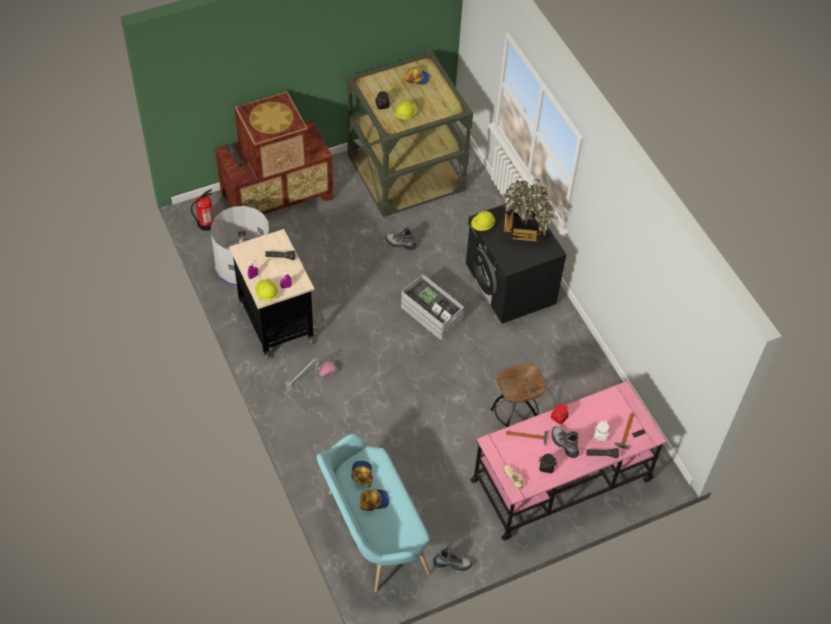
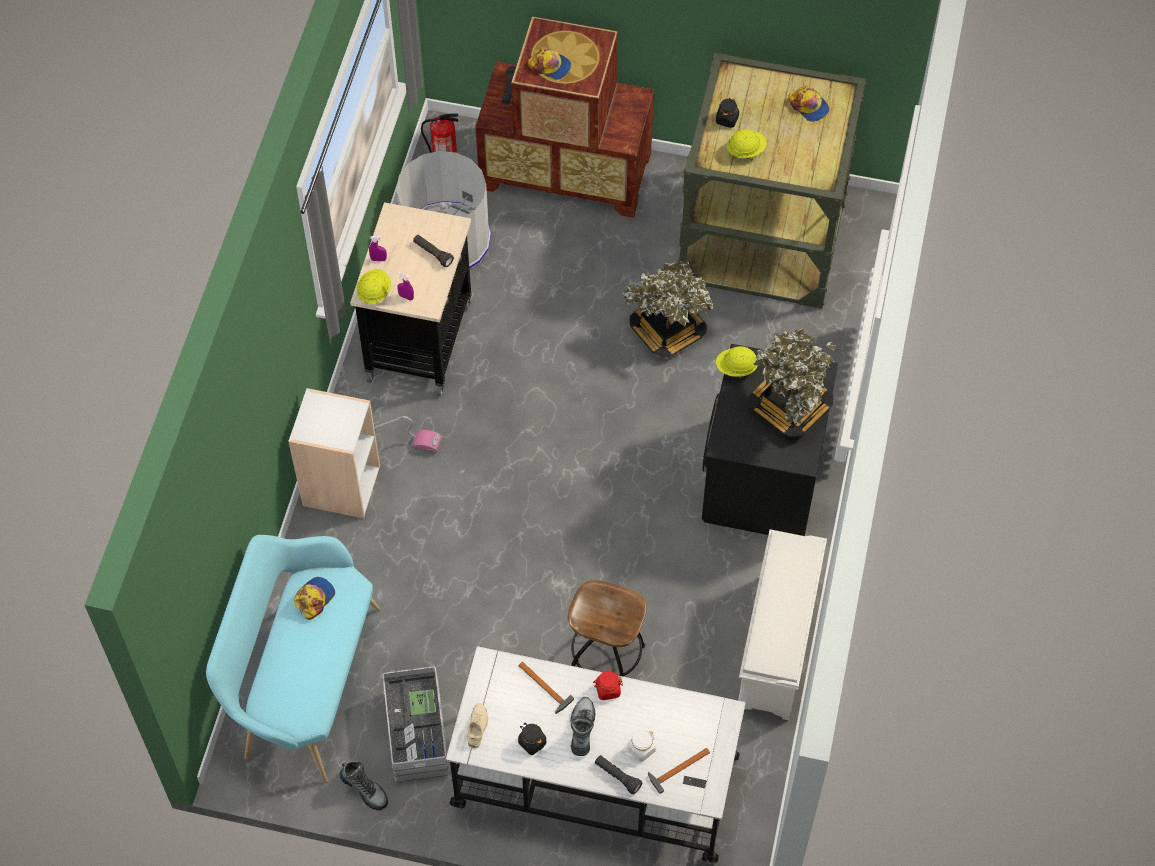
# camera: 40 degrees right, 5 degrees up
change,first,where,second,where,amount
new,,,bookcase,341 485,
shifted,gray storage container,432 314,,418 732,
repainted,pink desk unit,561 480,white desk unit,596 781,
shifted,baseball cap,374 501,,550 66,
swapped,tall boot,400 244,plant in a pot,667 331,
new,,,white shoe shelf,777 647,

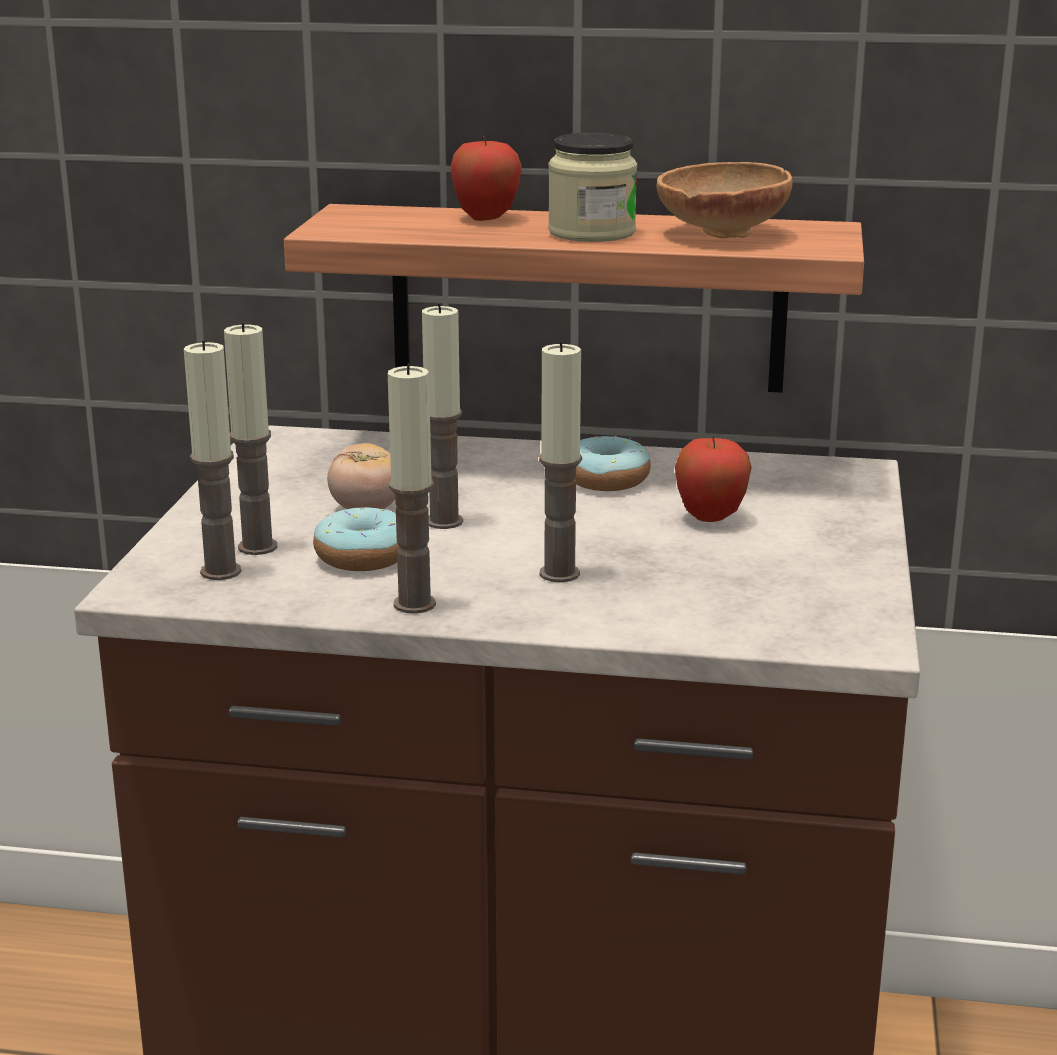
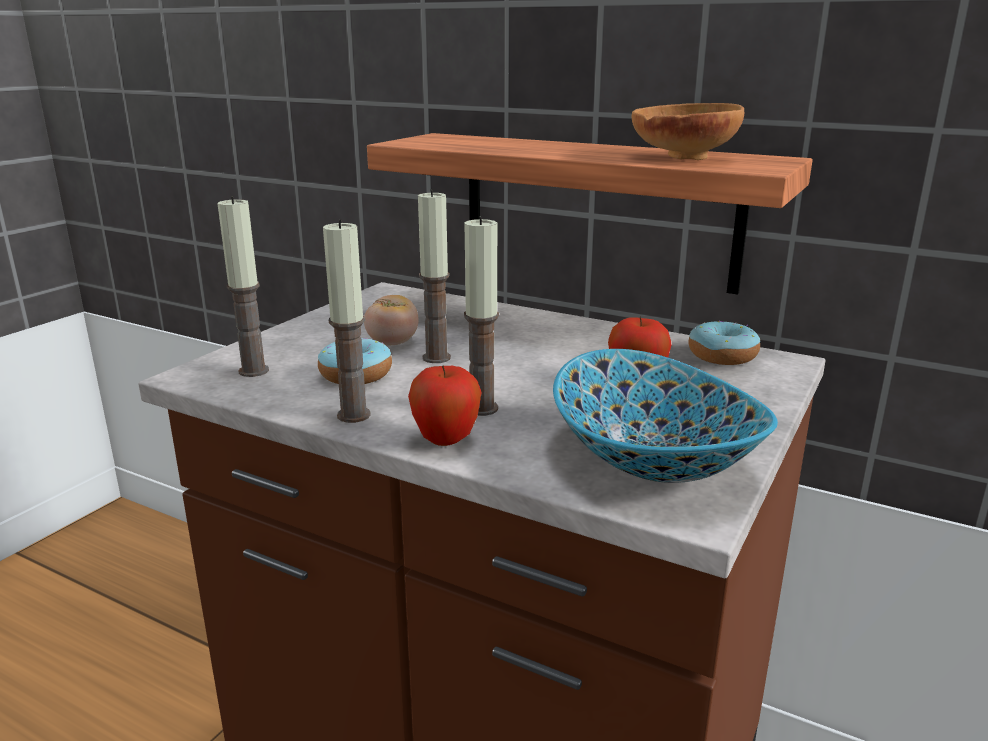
# camera: 20 degrees right, 0 degrees up
change,first,where,second,where,amount
shifted,apple fruit,486 219,,446 441,
new,,,serving bowl,653 461,
shifted,ring doughnut,606 480,,722 356,
gone,candle,258 547,,,
gone,storage jar,591 233,,,

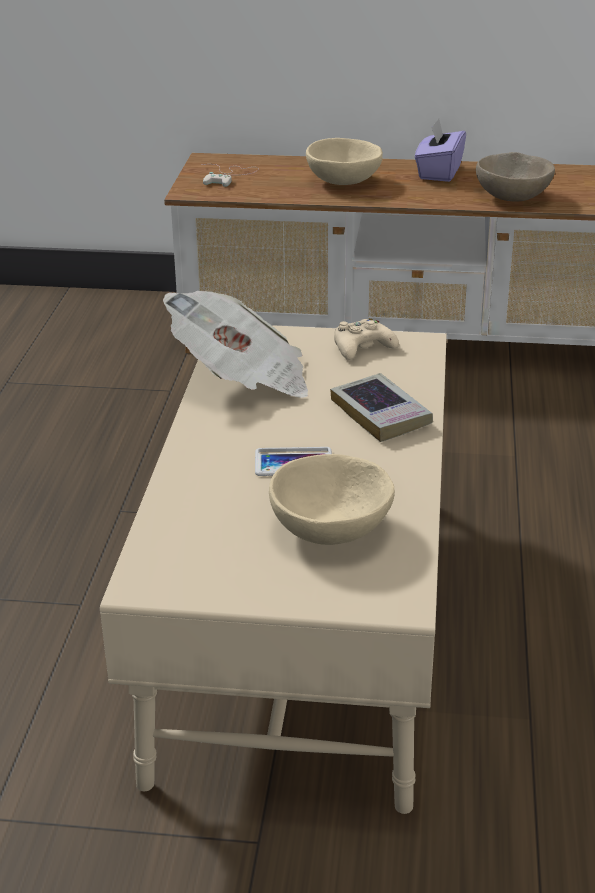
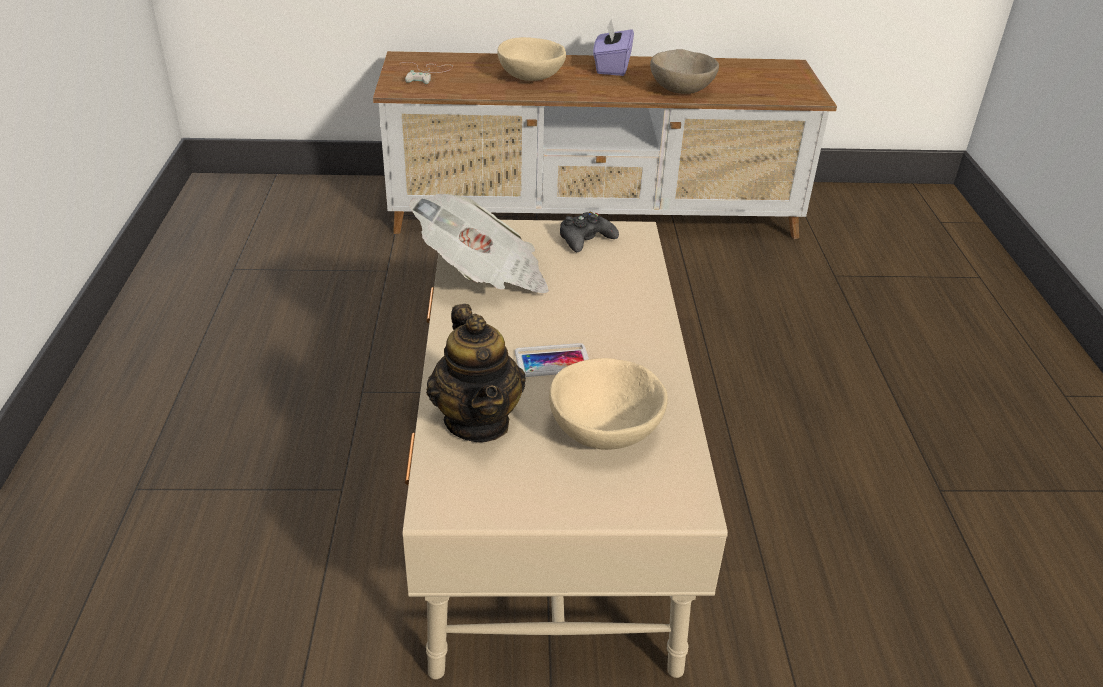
# camera: 10 degrees left, 5 degrees up
change,first,where,second,where,amount
new,,,pot for tea,478 421,
repainted,beige-coloured joypad,362 348,black joypad,585 239,
gone,bound book,380 414,,,

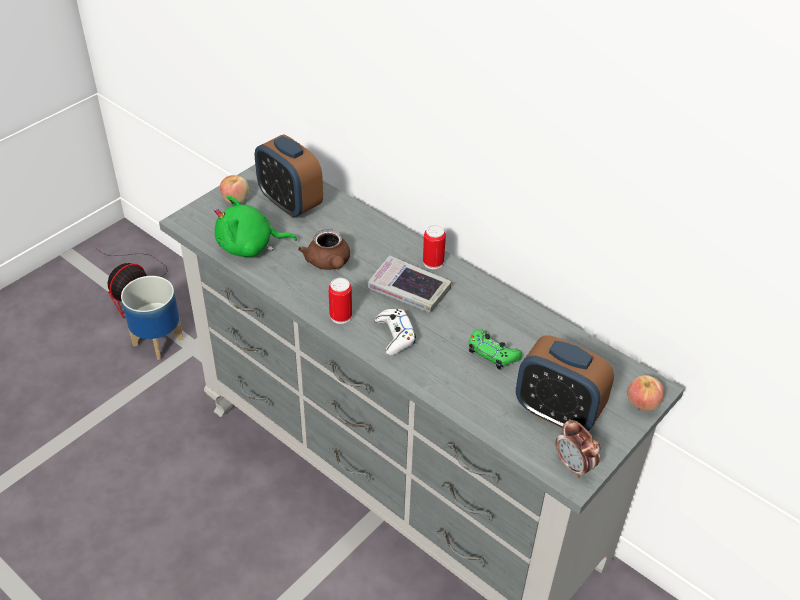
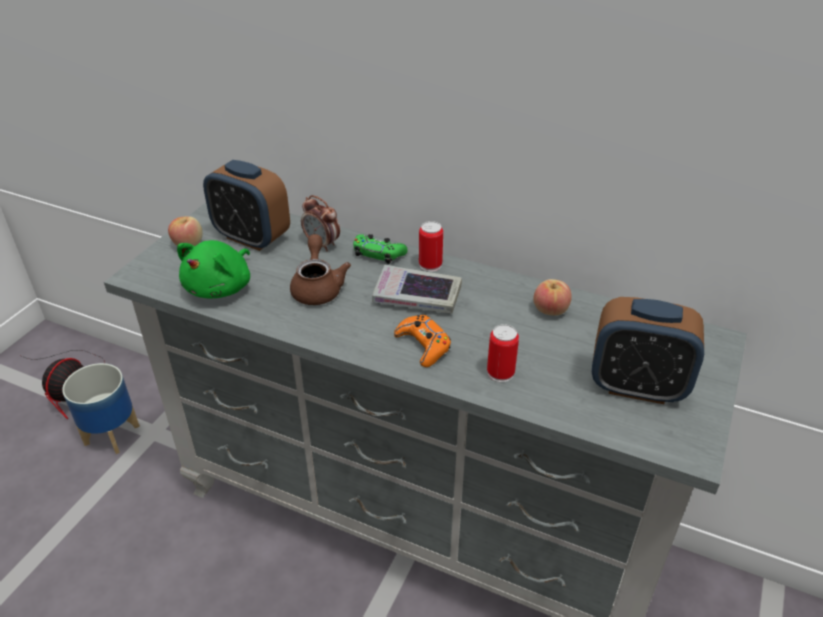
# camera: 15 degrees left, 5 degrees down
change,first,where,second,where,amount
rotated,green soft toy,250 246,,221 287,45 degrees counterclockwise
rotated,brownish pot for tea,329 263,,318 287,150 degrees counterclockwise
shifted,alarm clock,574 466,,322 245,
shifted,green joypad,492 353,,379 254,
repainted,white joypad,395 336,orange joypad,423 345,
shifted,sealed can,340 316,,500 373,
shifted,apple fruit,642 403,,550 310,

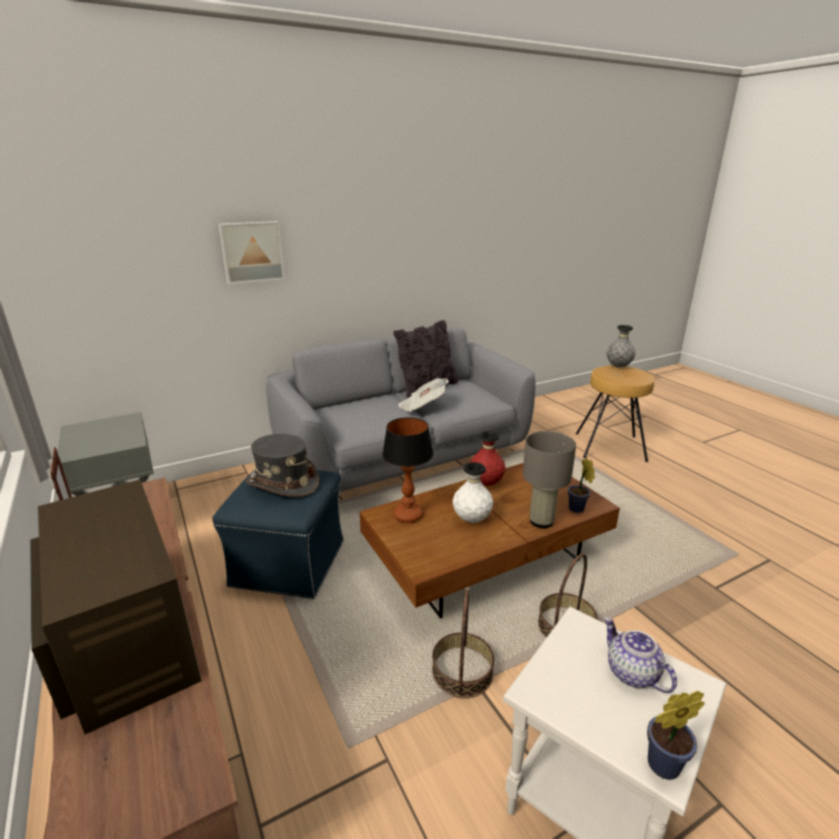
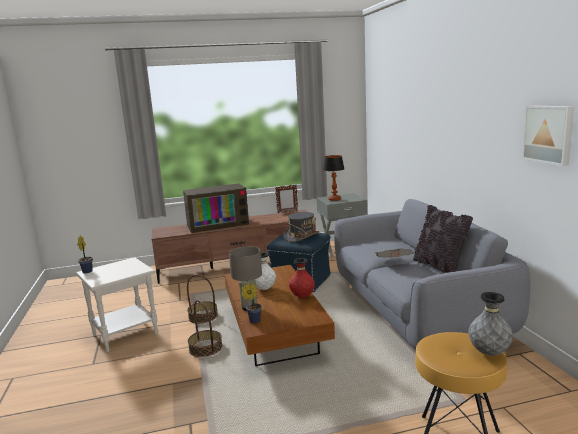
# camera: 105 degrees right, 10 degrees down
change,first,where,second,where,amount
shifted,table lamp,408 515,,334 199,
shifted,wall art,252 252,,549 134,
gone,pot for tea,631 672,,,

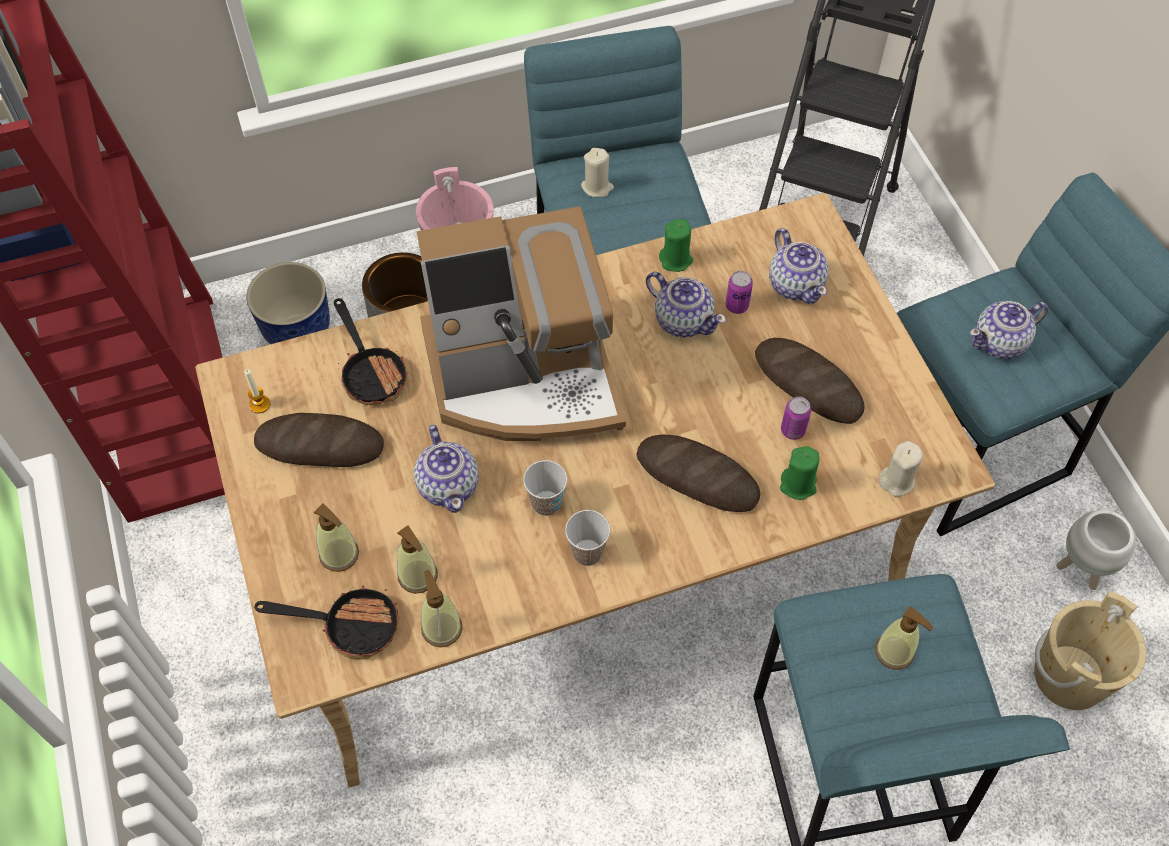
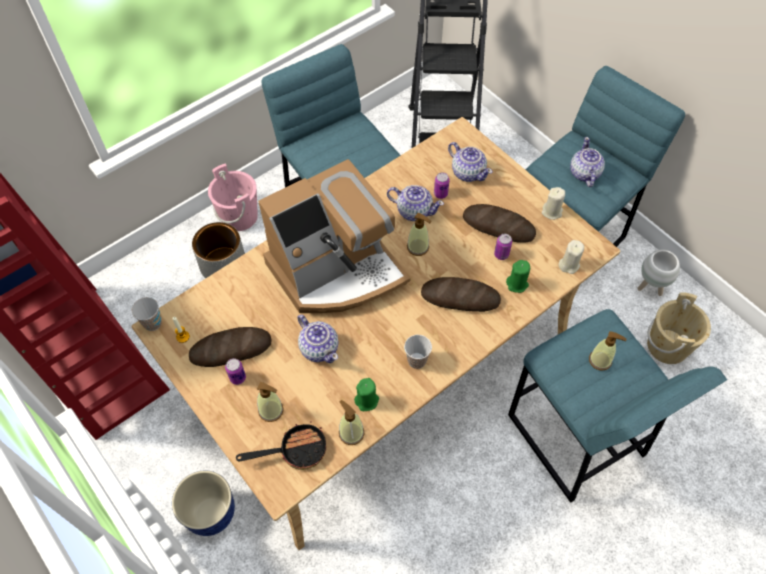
# camera: 20 degrees left, 0 degrees up
change,first,where,second,where,amount
shifted,cup,546 503,,152 323,
shifted,flower pot,299 332,,211 512,
new,,,sealed can,238 378,
shifted,green candle,676 260,,367 400,
shifted,soap dispenser,418 576,,418 247,
shifted,beige-coloured candle,597 187,,552 212,
rotated,pot for tea,1000 342,,584 173,135 degrees clockwise
gone,pan,371 372,,,

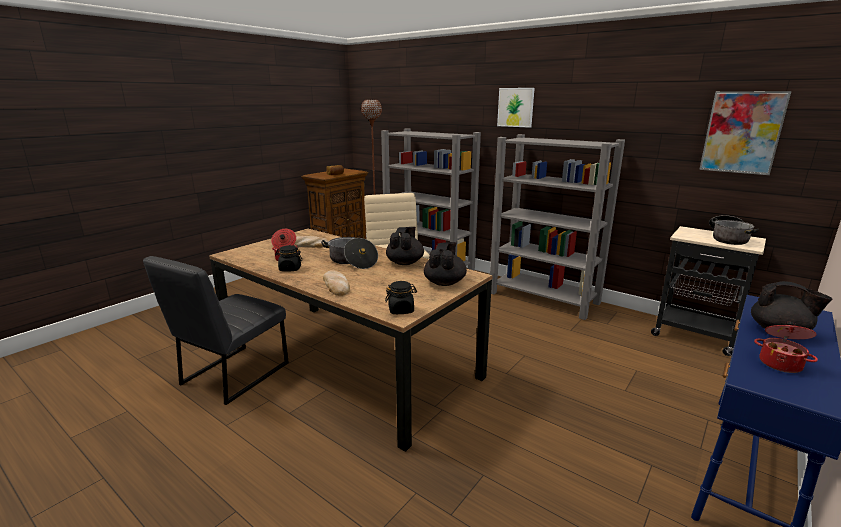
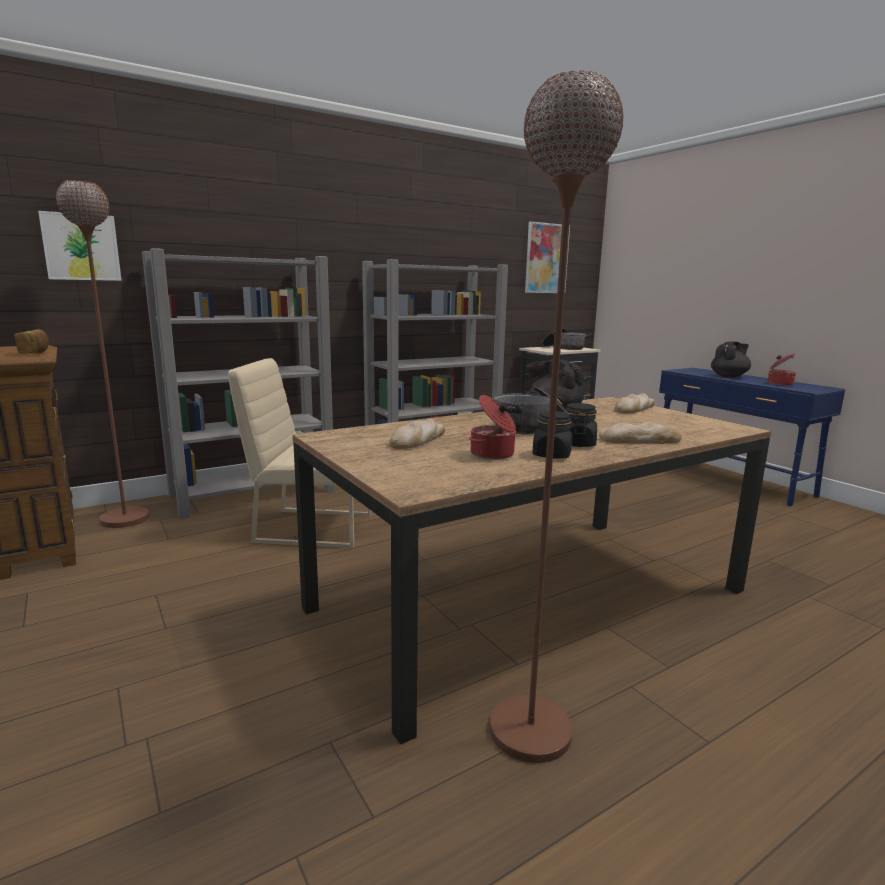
# camera: 70 degrees left, 5 degrees down
change,first,where,second,where,amount
shifted,wall art,515 107,,81 247,
swapped,gray plain chair,232 374,brownish standing lamp,530 731,
shifted,black storage jar,401 310,,577 444,
swapped,black pot for tea,444 282,baked bread,634 408,

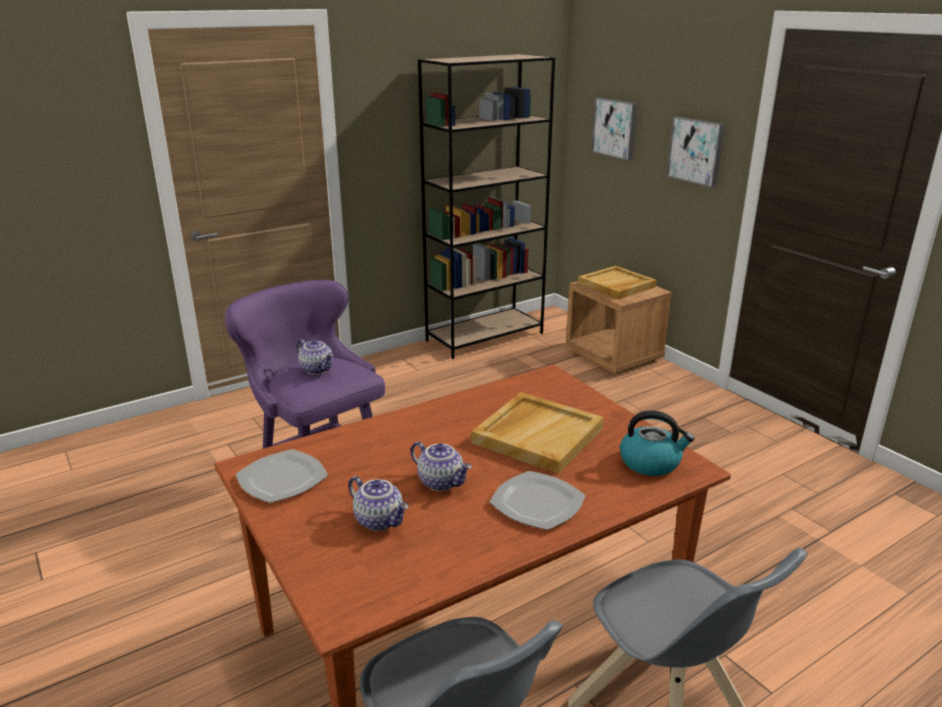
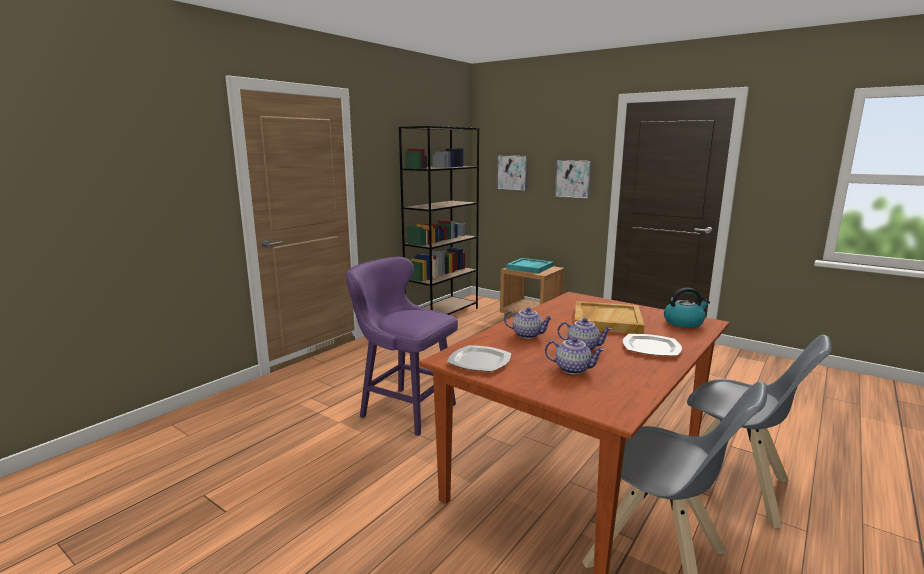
# camera: 20 degrees left, 10 degrees down
change,first,where,second,where,amount
shifted,pot for tea,317 369,,527 335,
repainted,beige-coloured tray,616 285,turquoise-coloured tray,530 267,

